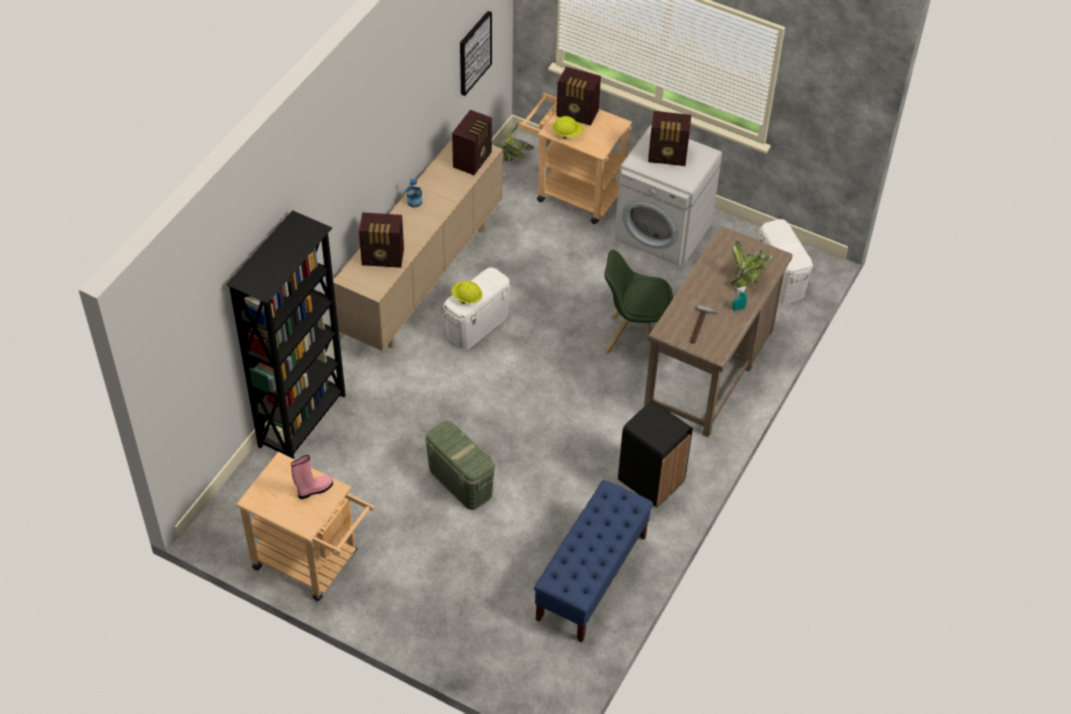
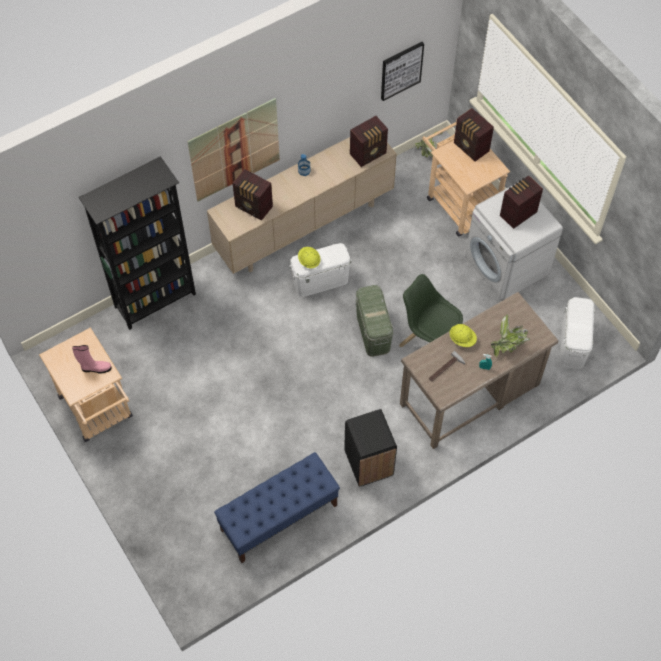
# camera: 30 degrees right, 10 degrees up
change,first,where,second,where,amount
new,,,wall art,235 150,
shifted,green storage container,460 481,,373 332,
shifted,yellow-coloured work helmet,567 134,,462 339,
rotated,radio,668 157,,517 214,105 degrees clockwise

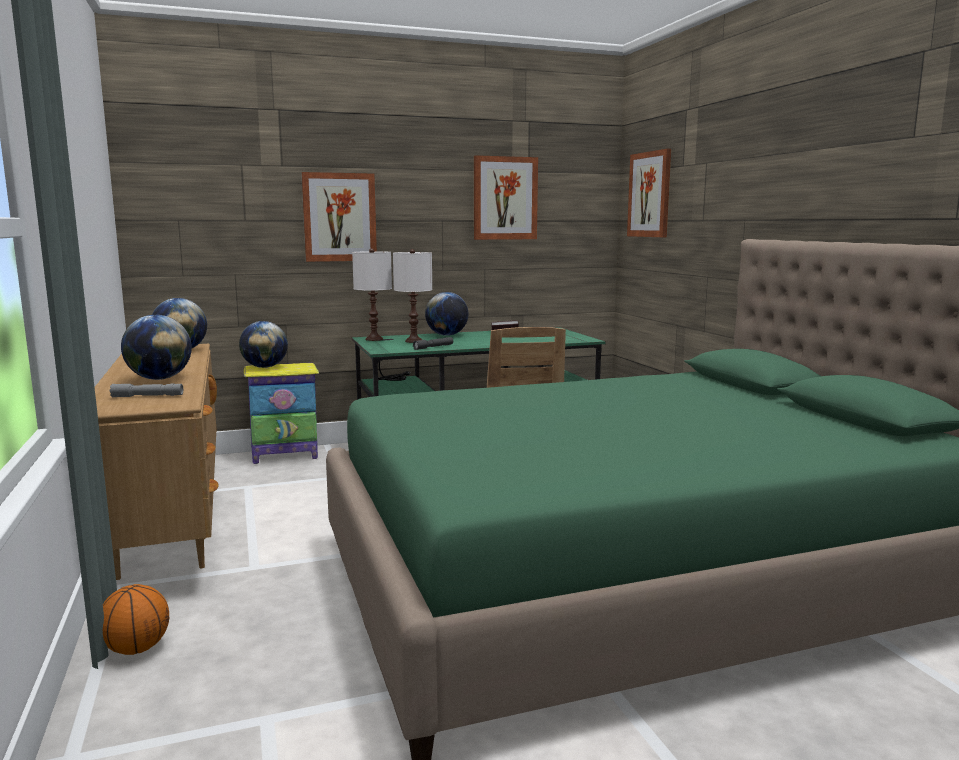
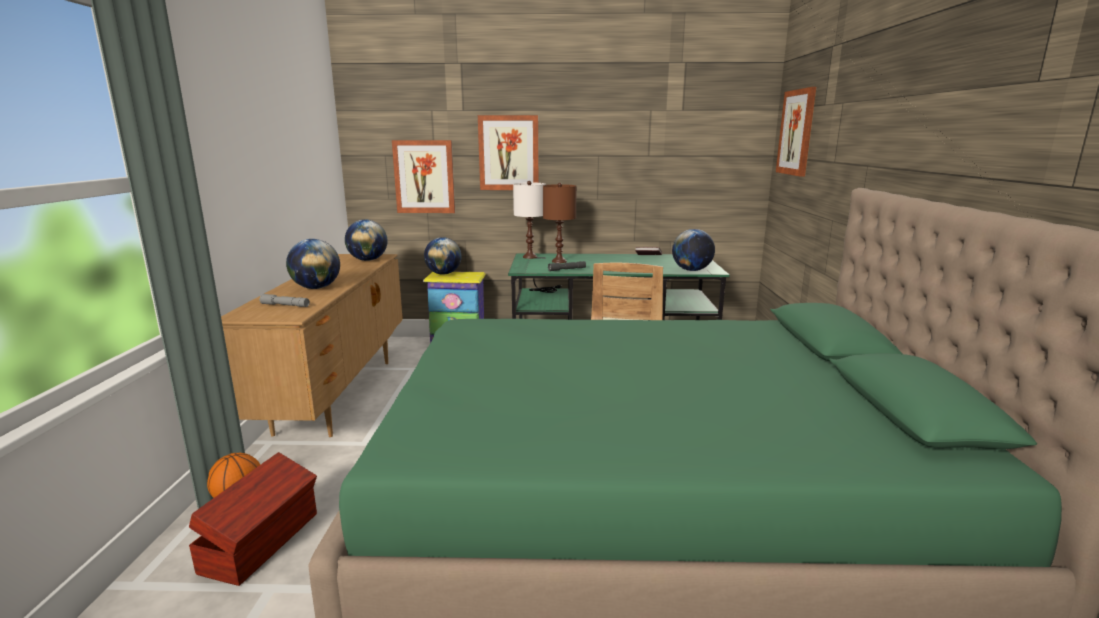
# camera: 20 degrees right, 5 degrees up
change,first,where,second,where,amount
new,,,brownish storage container,263 541,
shifted,wall art,505 198,,424 177,
repainted,white table lamp,413 341,brownish table lamp,559 261,
shifted,globe,447 335,,691 270,

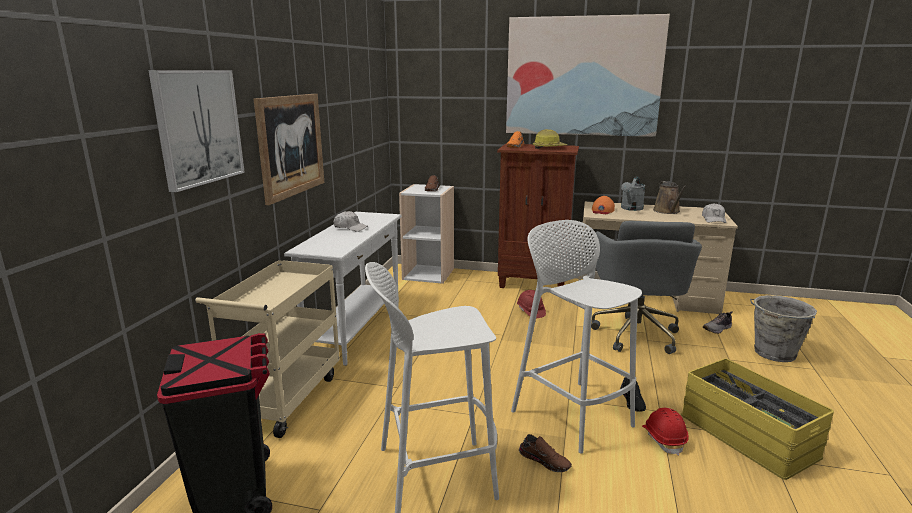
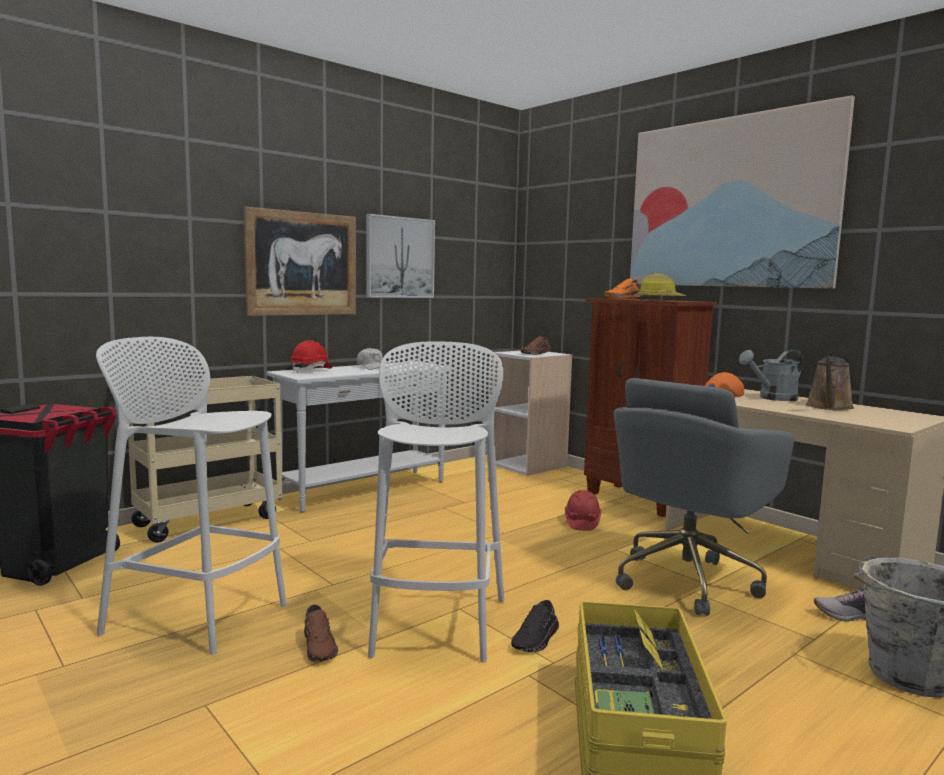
# camera: 35 degrees right, 10 degrees down
change,first,where,second,where,amount
shifted,red-coloured work helmet,664 439,,311 370,
shifted,wall art,198 127,,399 257,
gone,white baseball cap,713 219,,,

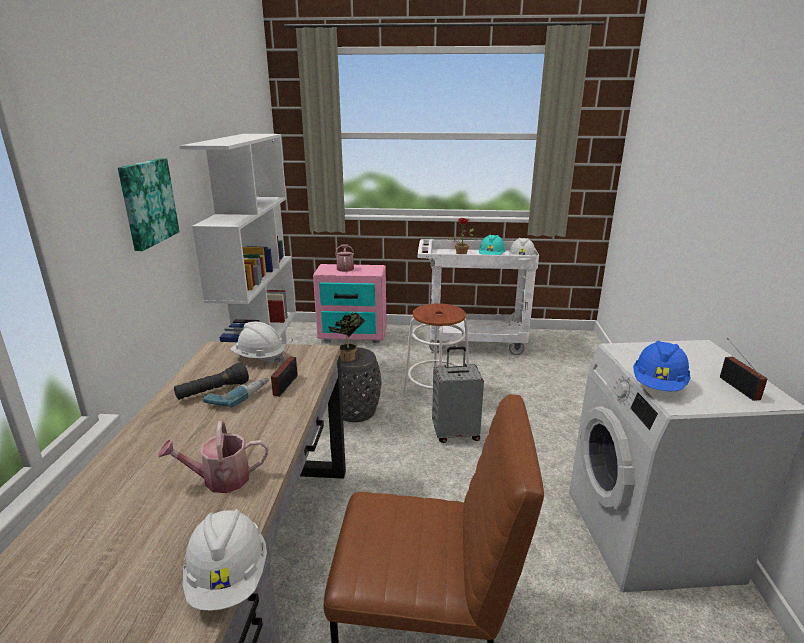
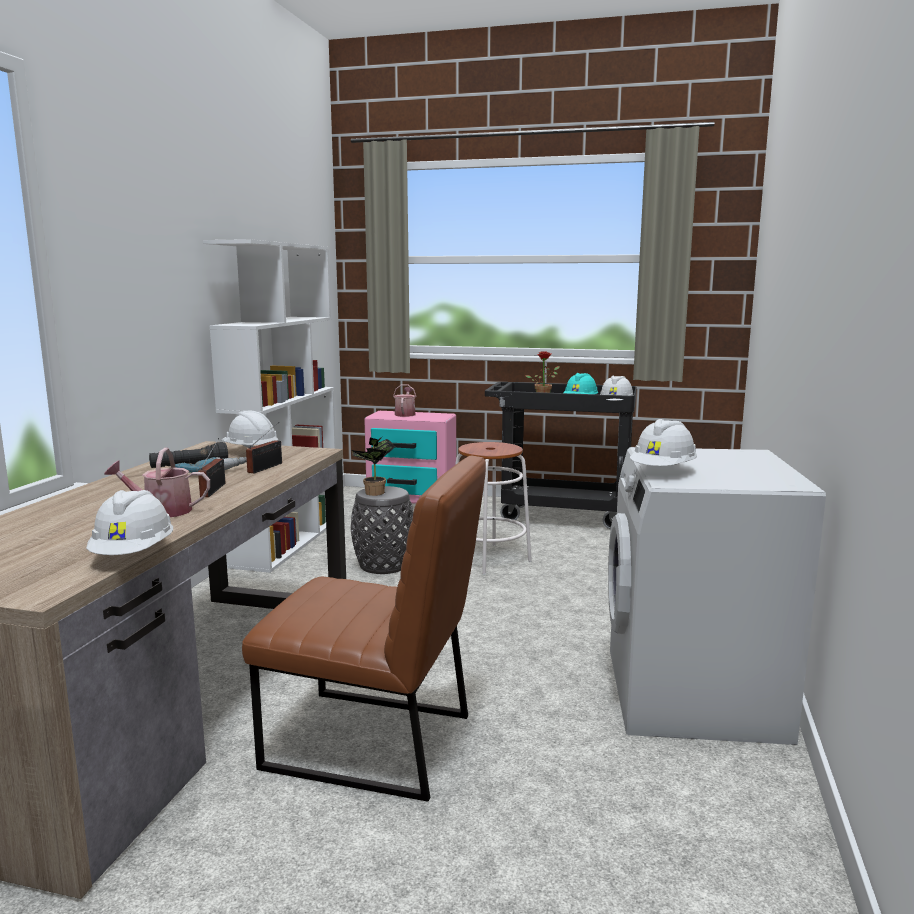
# camera: 10 degrees right, 10 degrees down
change,first,where,second,where,amount
shifted,radio,737 387,,214 489,
repainted,white cart,471 345,black cart,558 517,
repainted,blue-coloured work helmet,658 385,white work helmet,663 471,
gone,wall art,147 202,,,
gone,gray piece of luggage,455 433,,,

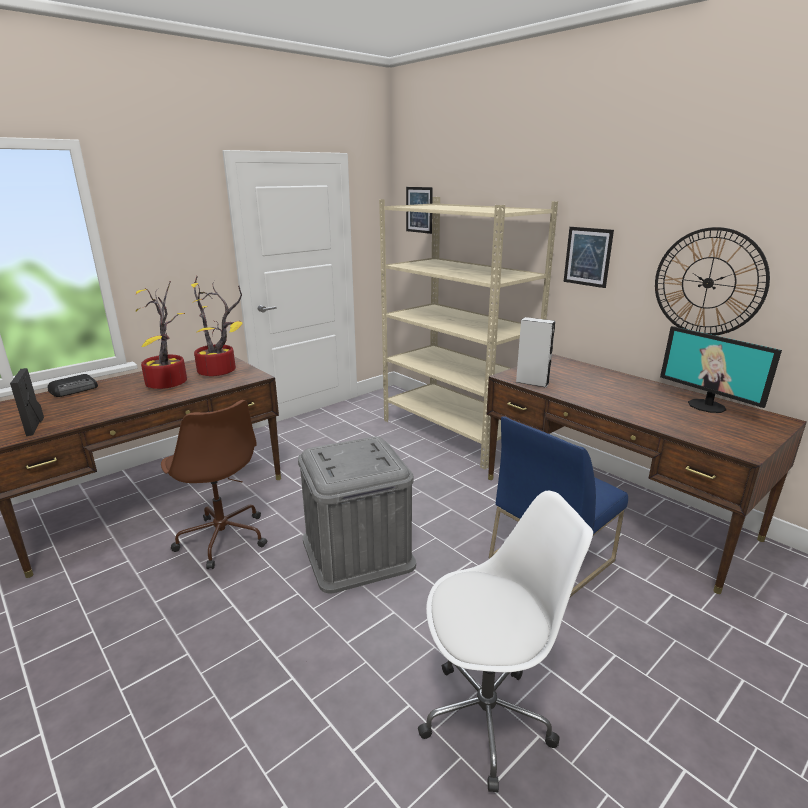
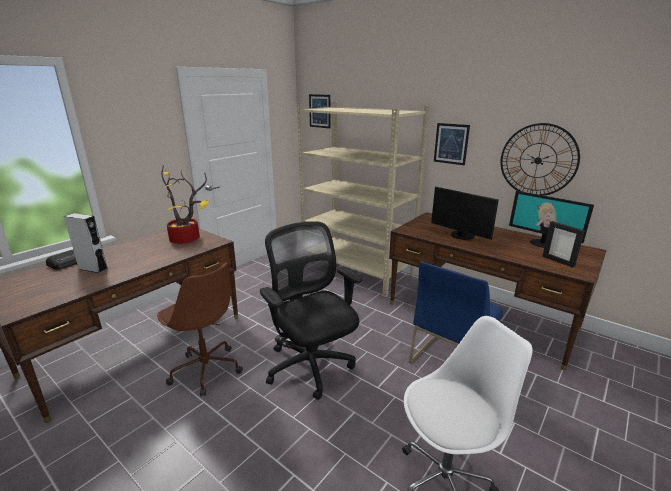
# camera: 10 degrees left, 0 degrees up
change,first,where,second,where,amount
shifted,gray loudspeaker,532 383,,93 268,
swapped,gray storage container,357 552,black office chair,313 368,
new,,,computer screen,461 236,
shifted,photo frame,35 426,,558 261,
gone,plant in a pot,169 384,,,

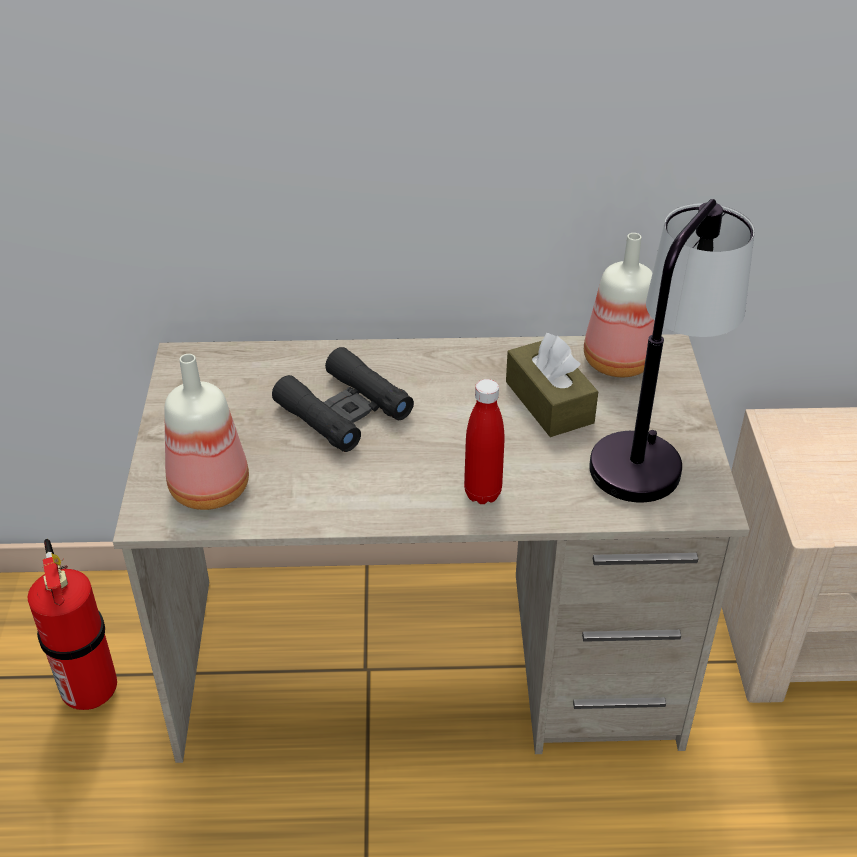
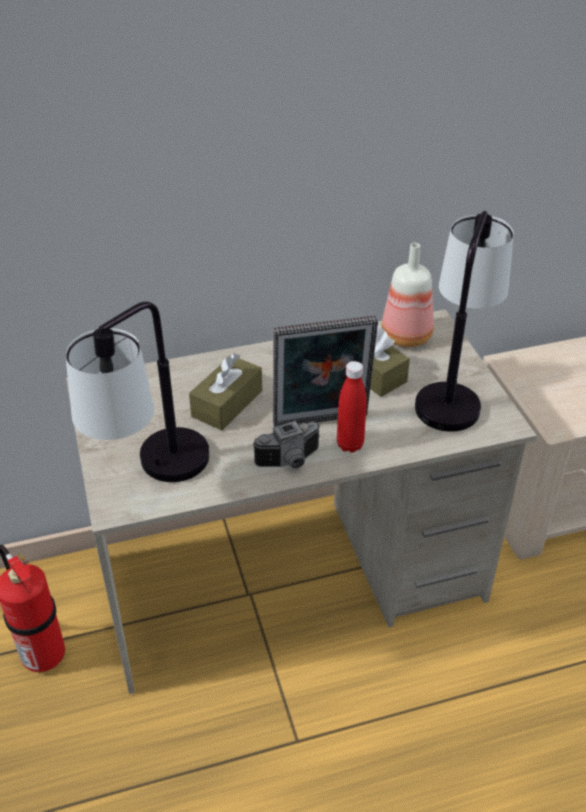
# camera: 15 degrees left, 0 degrees up
change,first,where,second,where,amount
swapped,beverage bottle,212 489,table lamp,153 478,
swapped,black field glasses,344 410,brownish tissue box,227 403,
new,,,still camera,290 462,
new,,,photo frame,321 423,

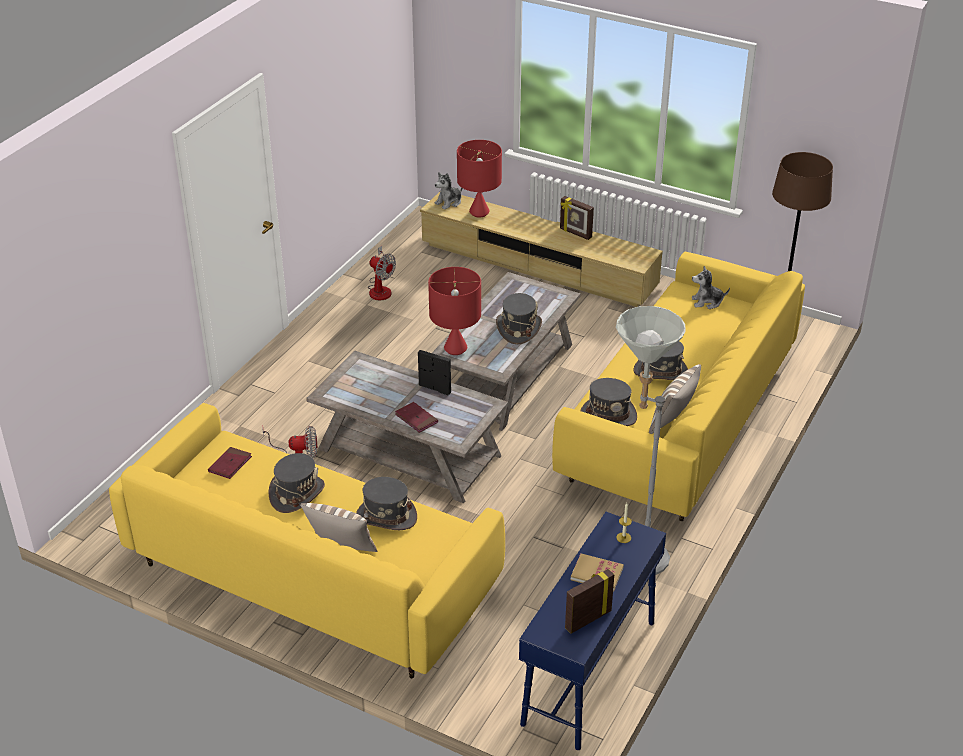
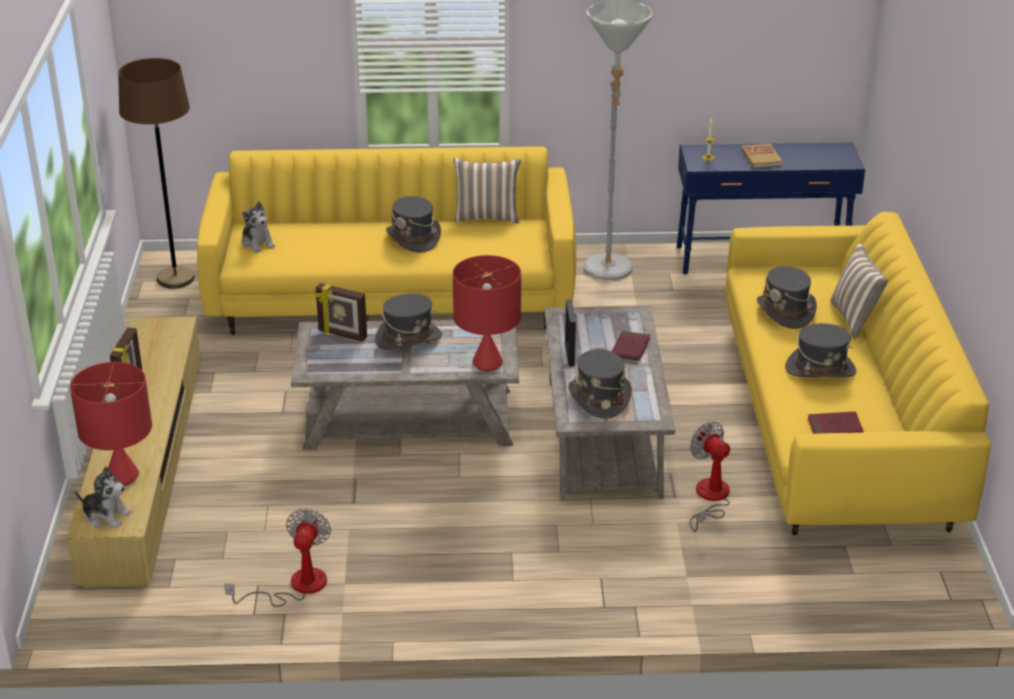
# camera: 120 degrees left, 5 degrees down
change,first,where,second,where,amount
shifted,photo frame,587 619,,342 334,
shifted,gray clothing hat,608 415,,599 398,

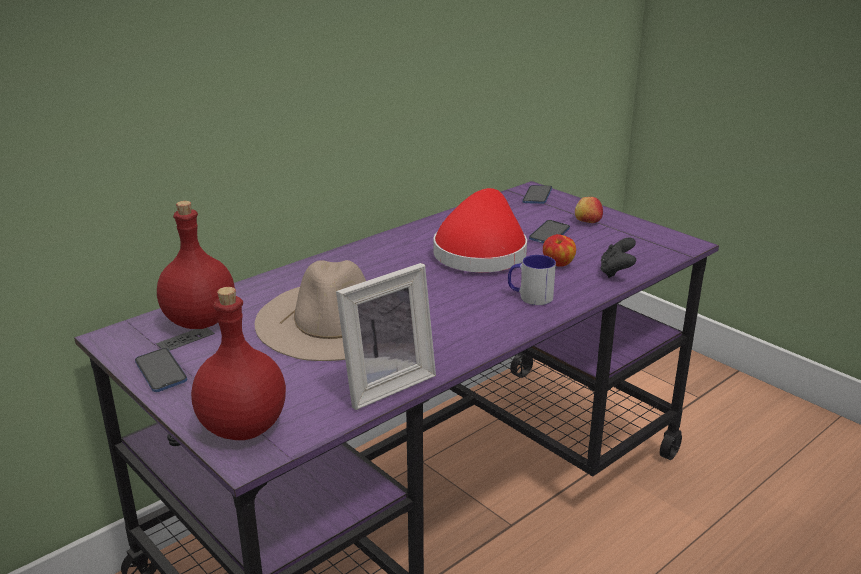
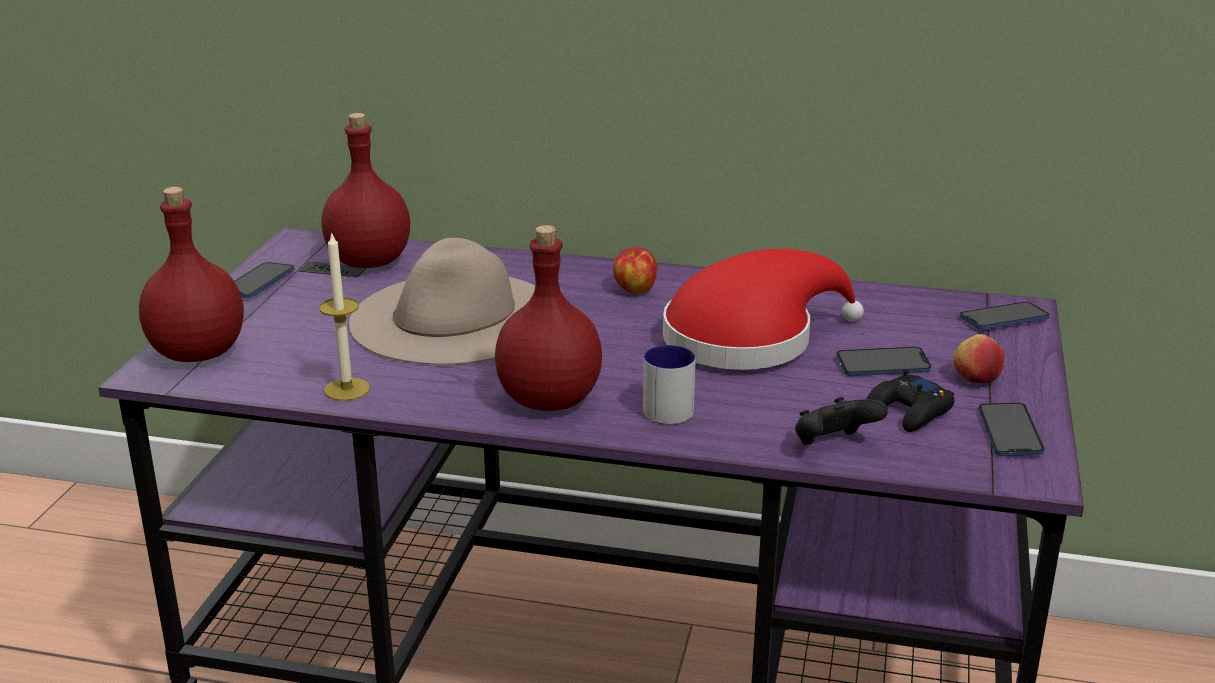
# camera: 55 degrees right, 0 degrees up
change,first,where,second,where,amount
swapped,photo frame,384 383,candle,347 389,
new,,,red-coloured beverage bottle,548 401,
shifted,apple fruit,558 264,,634 290,
new,,,black joypad,909 412,
new,,,telephone,1009 432,

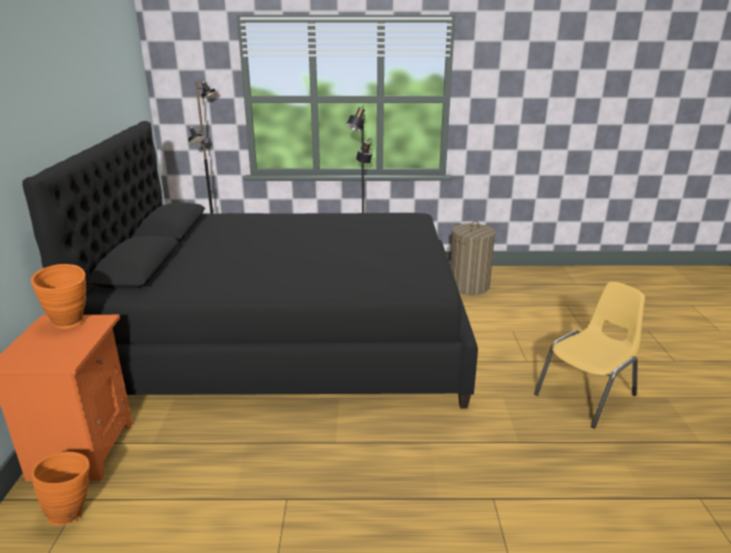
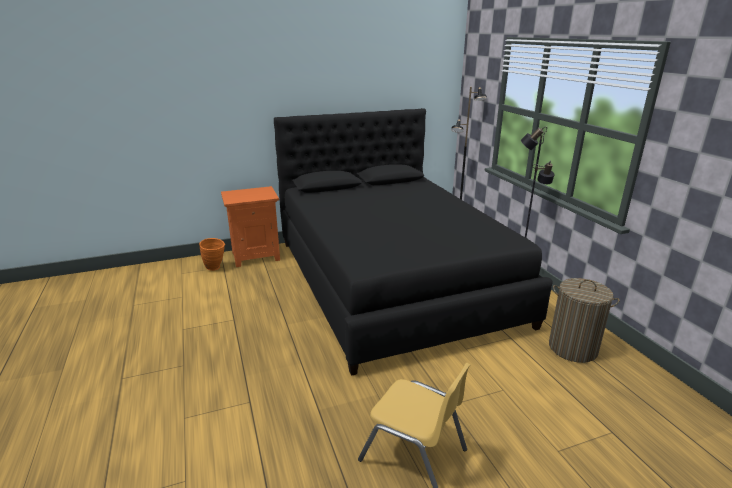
# camera: 70 degrees right, 0 degrees up
change,first,where,second,where,amount
gone,orange vase,71 325,,,

